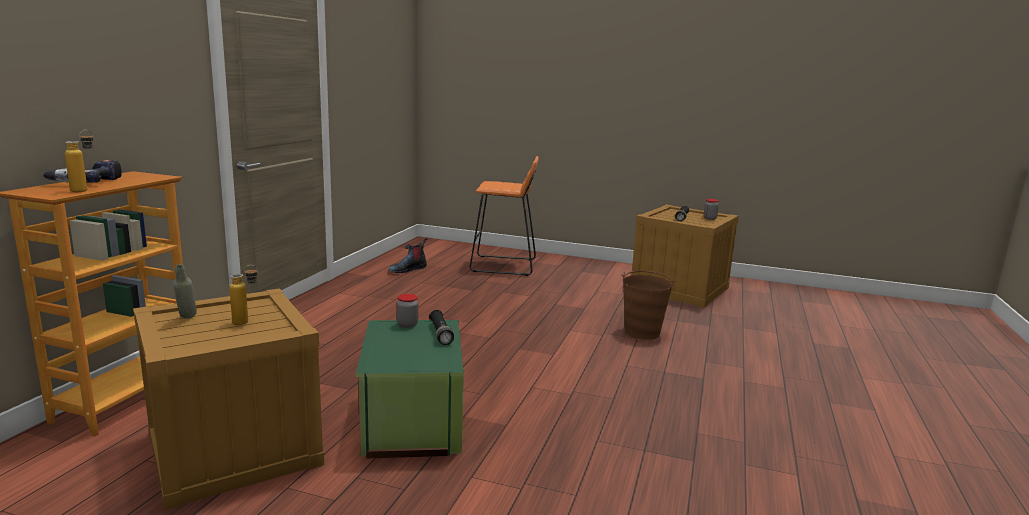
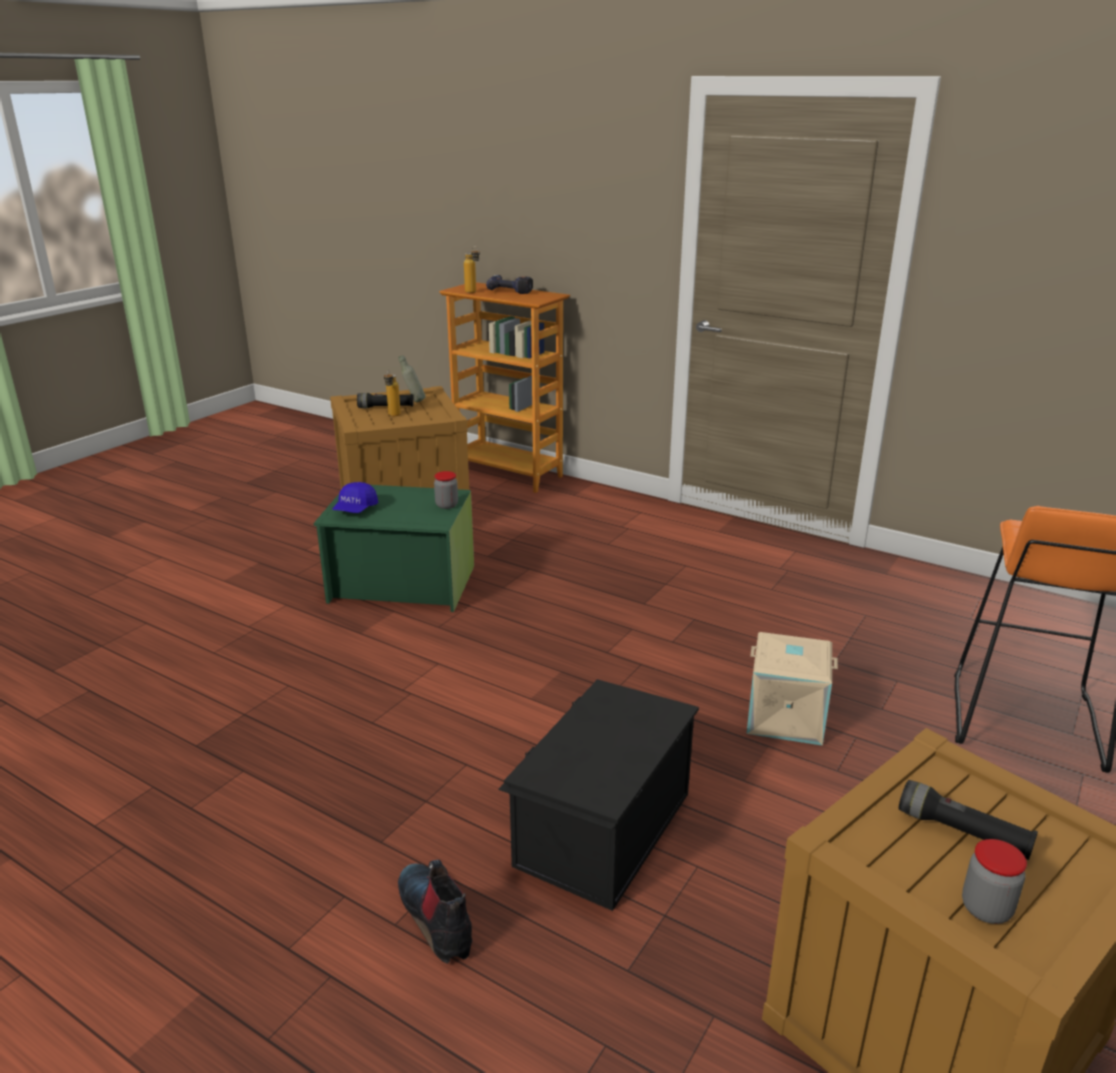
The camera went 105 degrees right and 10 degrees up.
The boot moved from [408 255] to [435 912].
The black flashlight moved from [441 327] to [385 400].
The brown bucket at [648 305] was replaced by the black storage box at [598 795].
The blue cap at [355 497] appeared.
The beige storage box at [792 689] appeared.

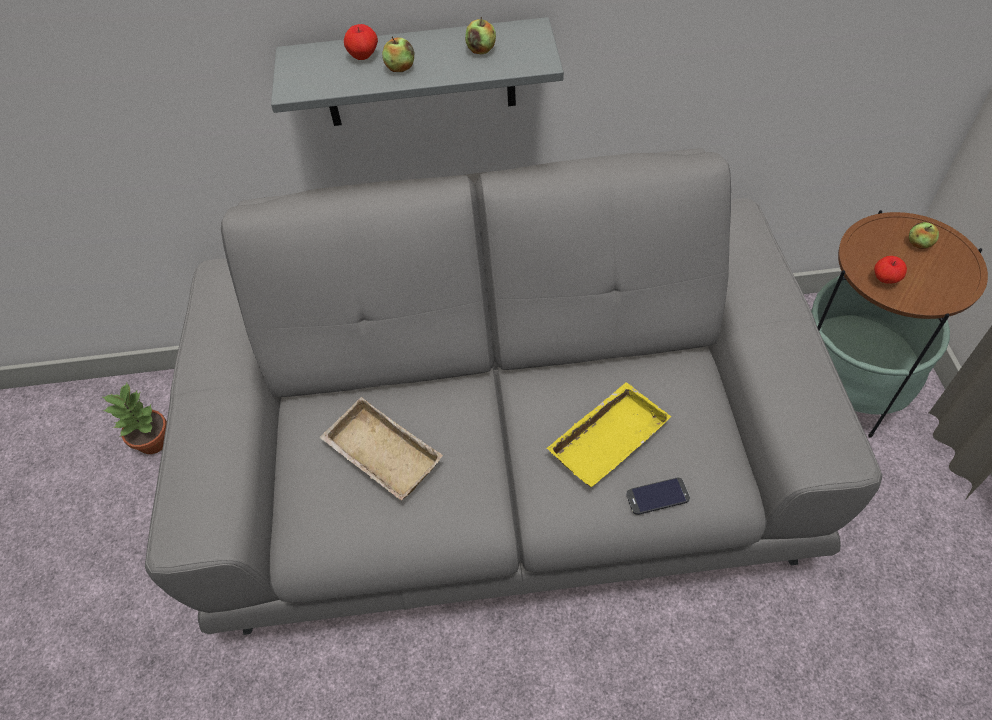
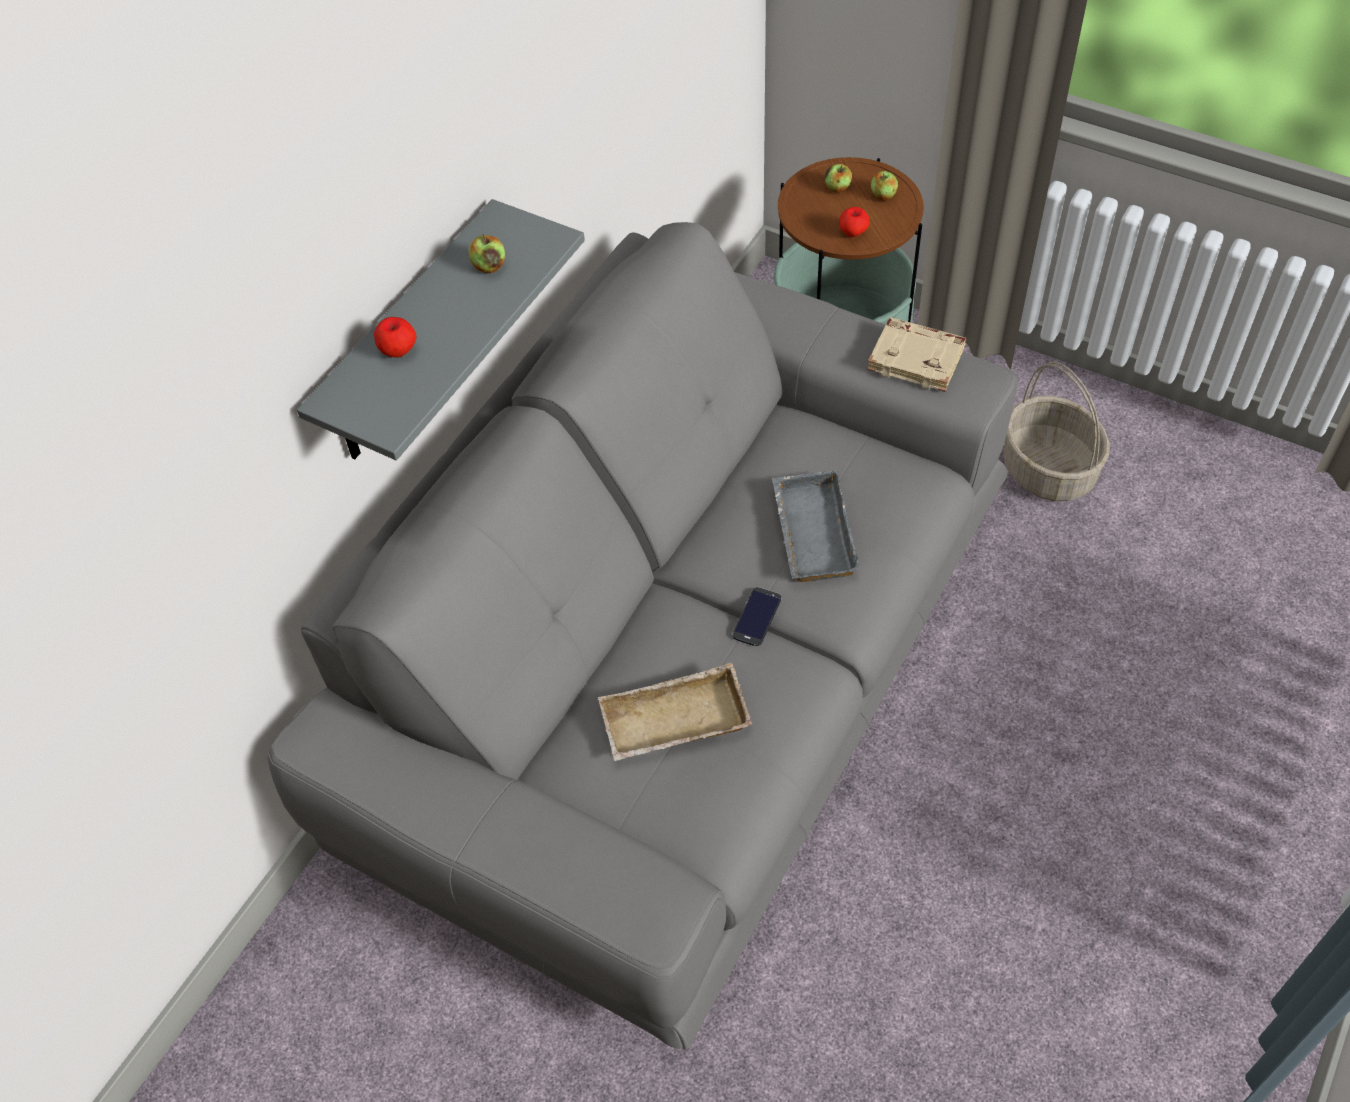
The camera went 55 degrees left and 0 degrees up.
The potted plant at [134 418] disappeared.
The apple moved from [398 54] to [884 186].
The yellow tray at [608 434] became the grey tray at [816 526].
The phone moved from [658 496] to [757 616].
The beige book at [916 354] appeared.
The basket at [1056 431] appeared.

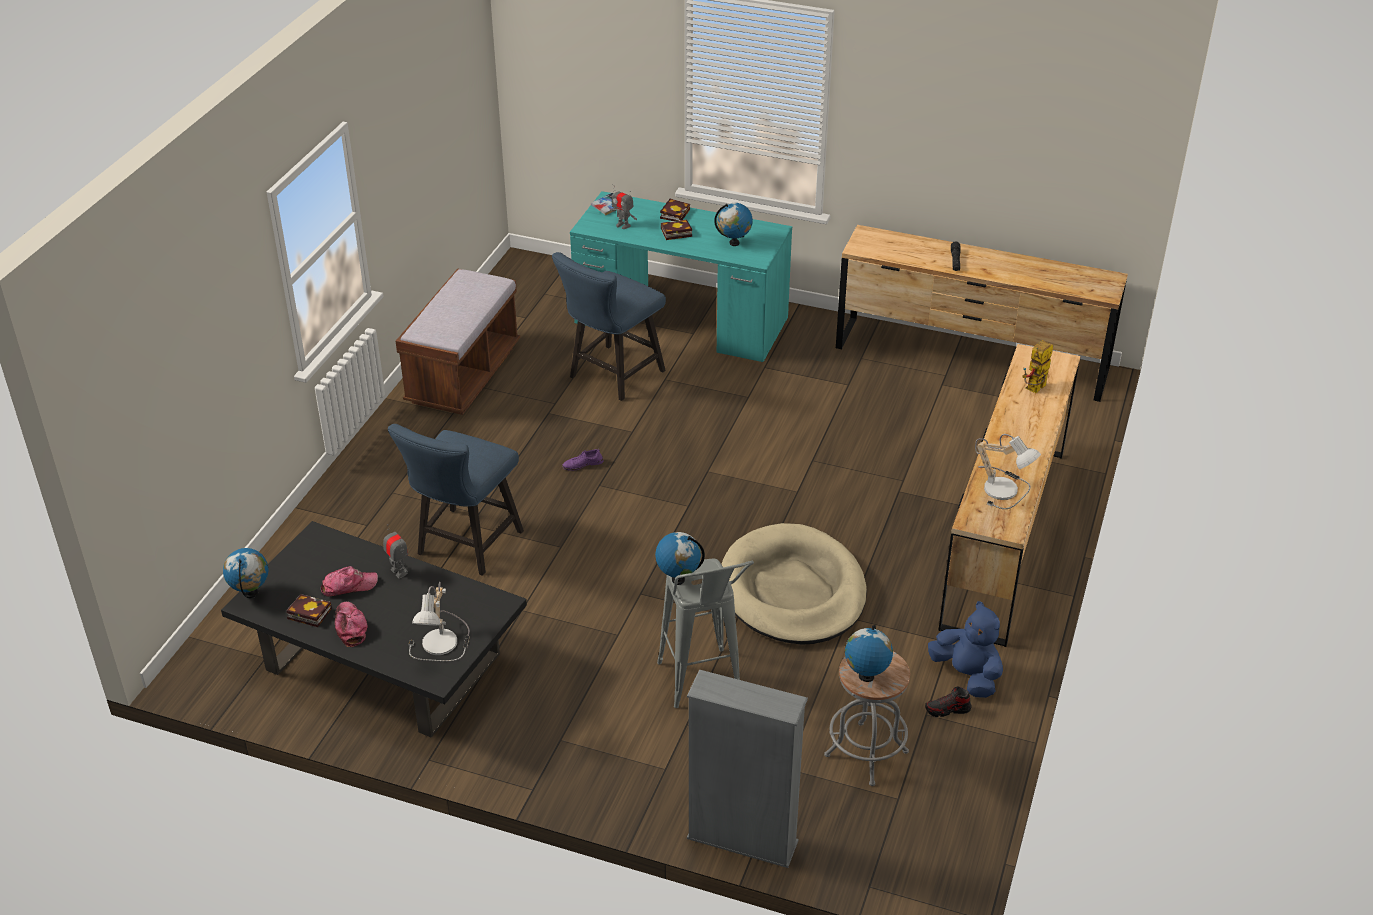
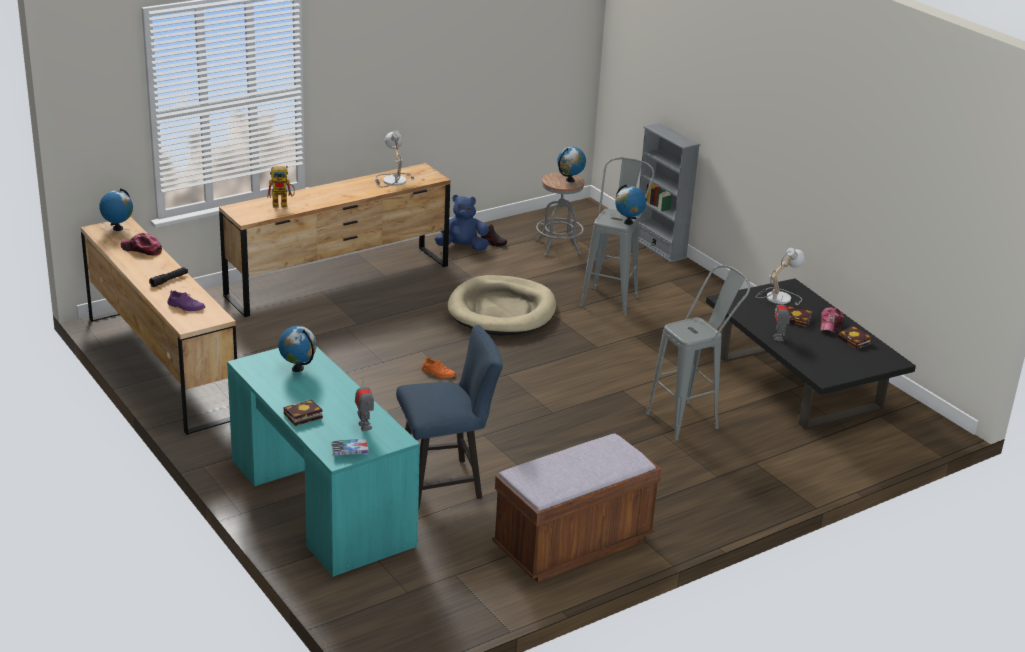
The camera went 145 degrees left and 10 degrees down.
The globe moved from [246 573] to [116 209].
The cap moved from [349 581] to [141 244].
The blue chair at [456 500] was replaced by the grey stool at [698 352].
The purple shoe moved from [583 460] to [186 300].
The book moved from [676 229] to [800 316].
The blue plush toy at [965 649] turned 90 degrees clockwise.
The orange shoe at [439 367] appeared.

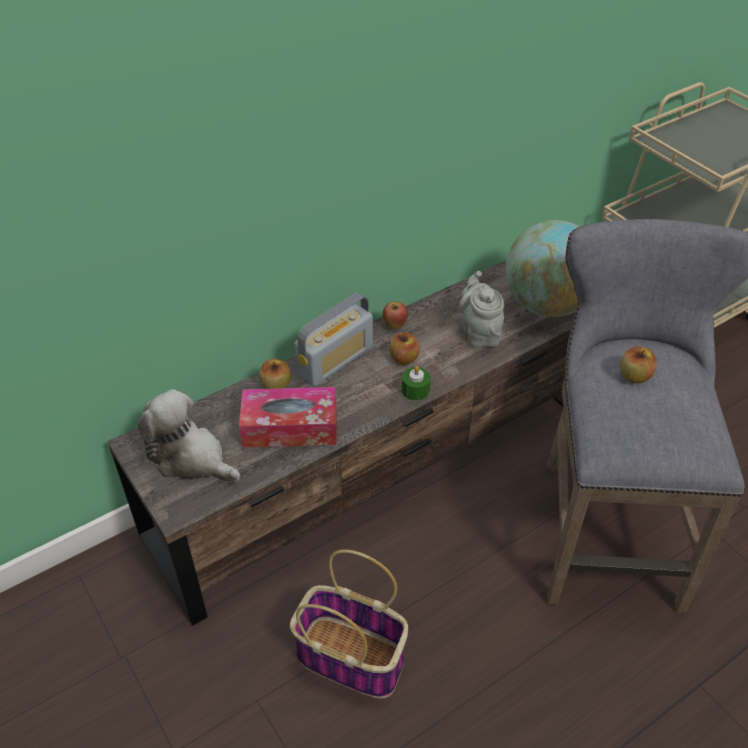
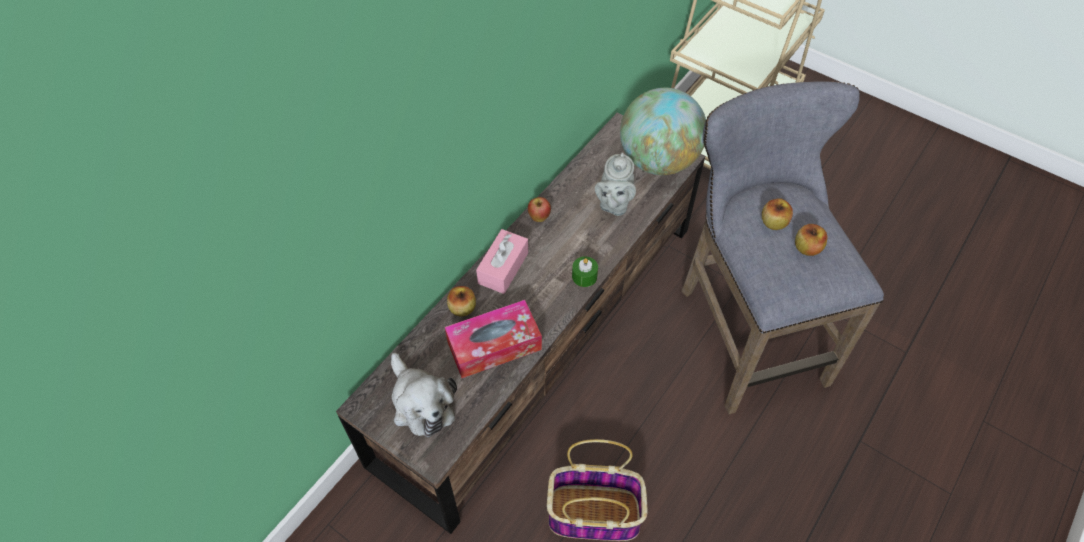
The camera went 20 degrees left and 10 degrees up.
The plush toy at [189 435] turned 135 degrees counterclockwise.
The radio at [333 340] was replaced by the pink tissue box at [502 261].
The apple moved from [404 348] to [811 240].
The grey teapot at [481 309] turned 135 degrees counterclockwise.

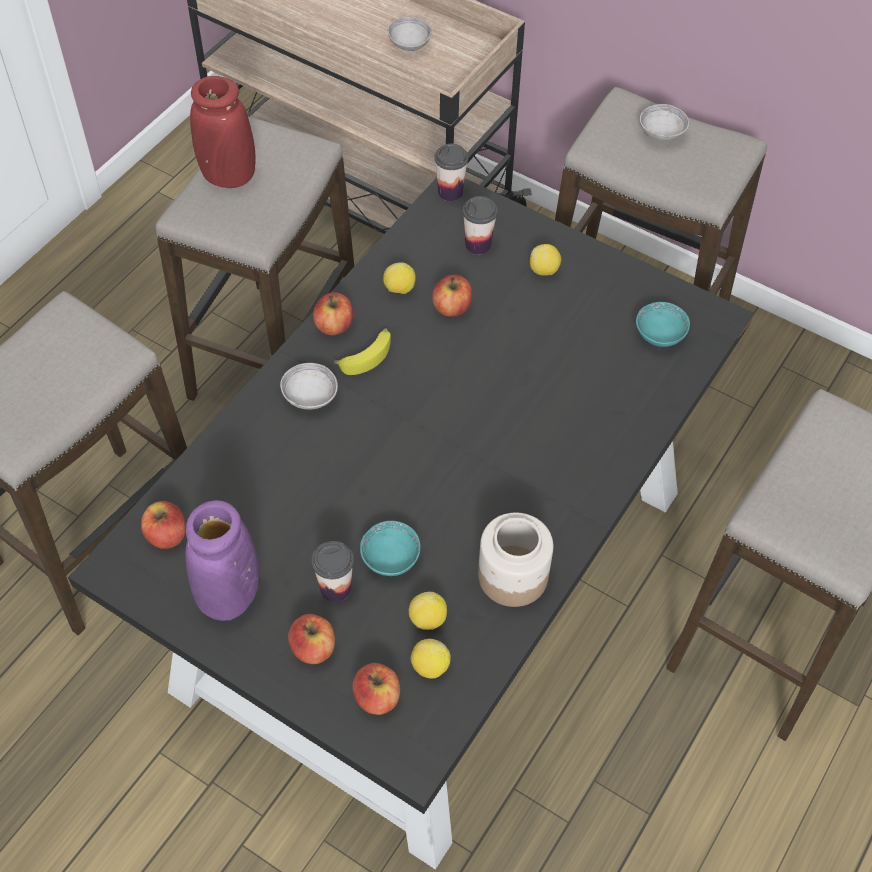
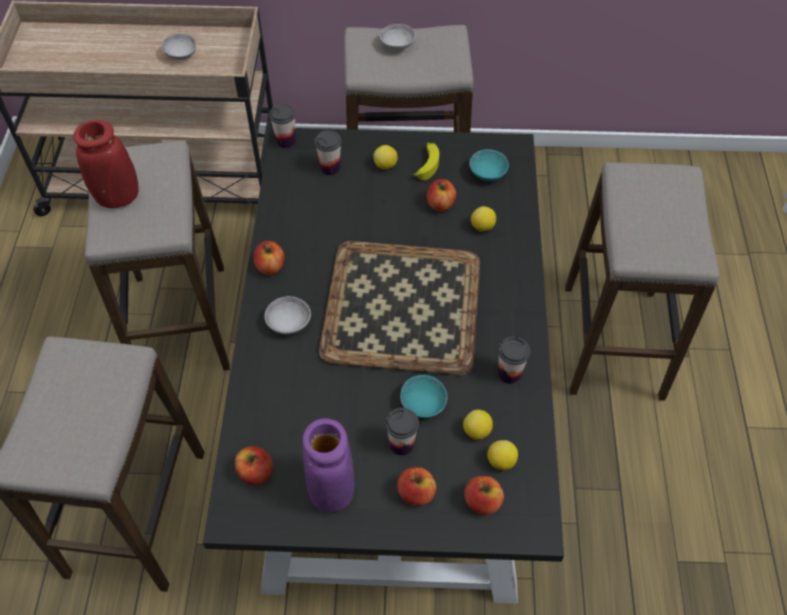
The camera went 30 degrees left and 0 degrees up.
The banana moved from [362 351] to [426 162].
The lemon moved from [399 278] to [483 219].
The apple moved from [452 296] to [441 195].
The jar at [515 559] was replaced by the cup at [514 360].
The tray at [399 308] appeared.

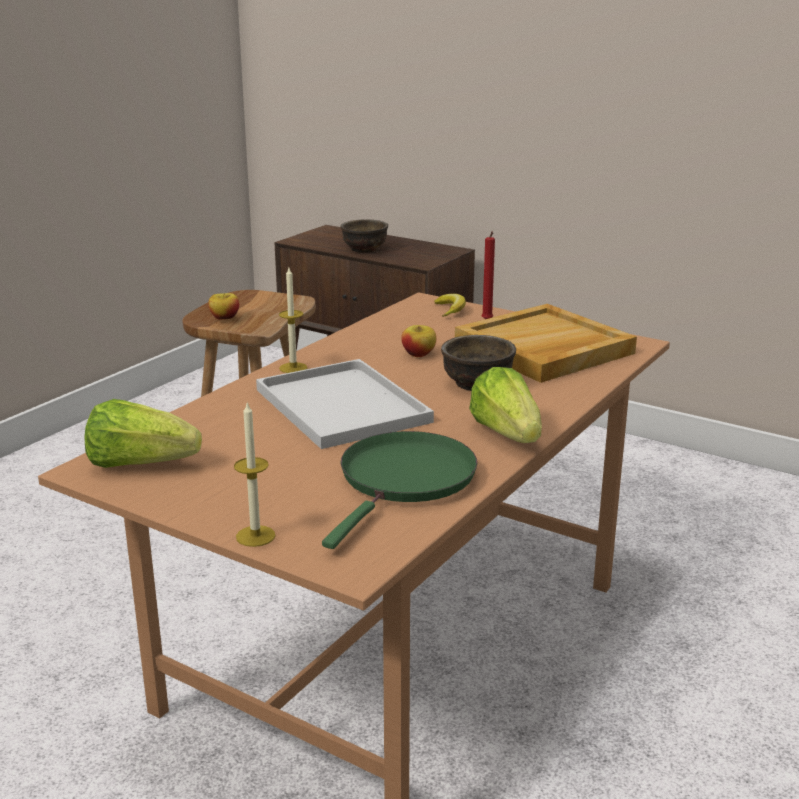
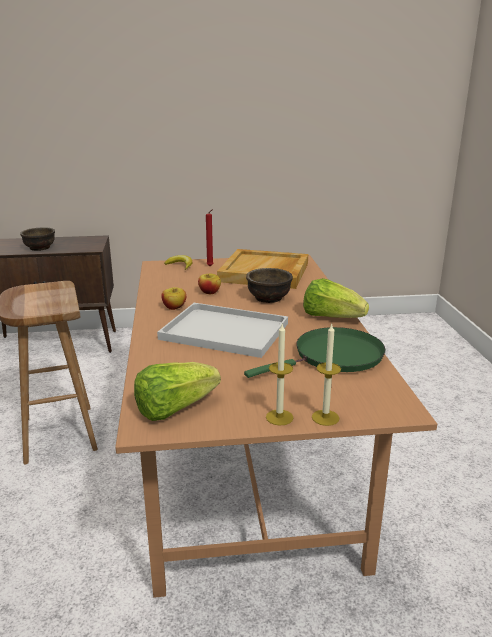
The camera went 40 degrees left and 0 degrees up.
The apple moved from [223 306] to [173 298].
The candle moved from [293 320] to [280 375].
The green frying pan at [399 490] turned 75 degrees clockwise.

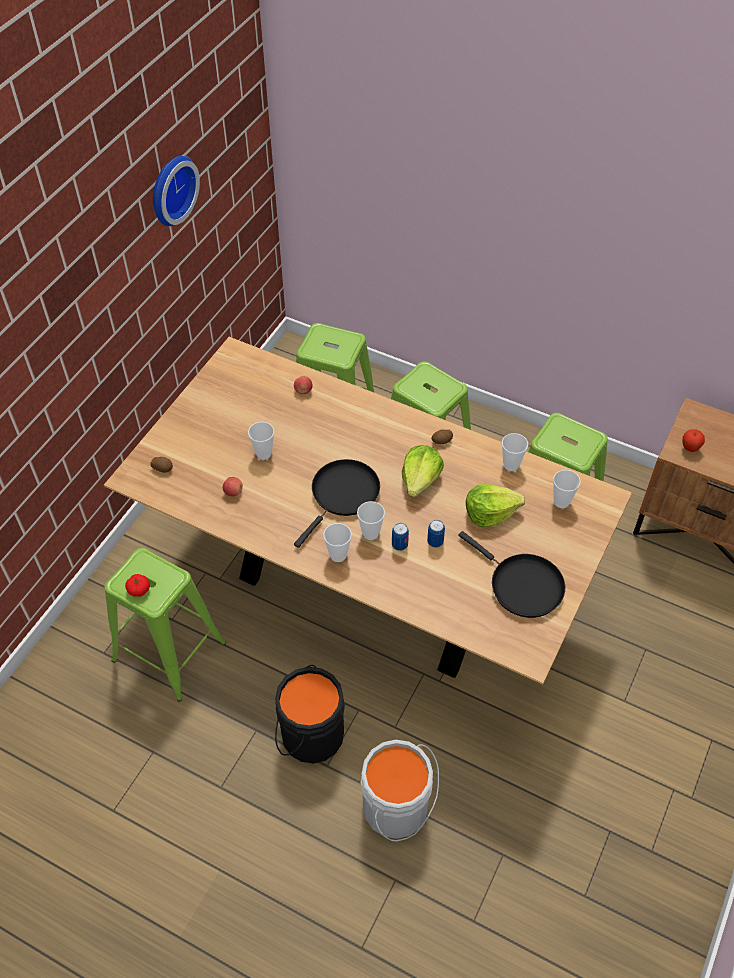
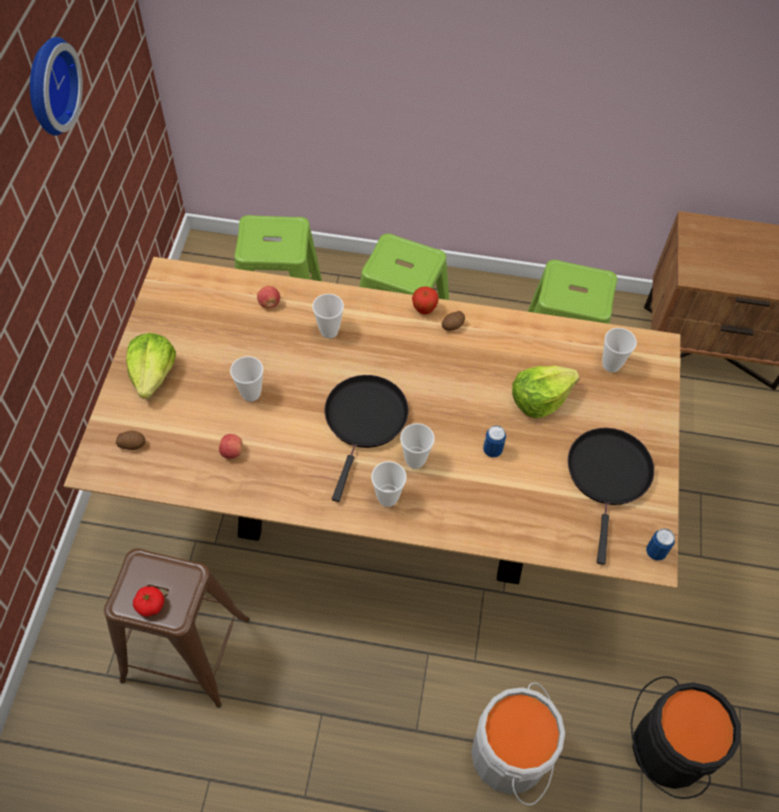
The camera went 20 degrees left and 5 degrees up.
The green stool at [165 625] became the brown stool at [177 628].
The black bucket moved from [310 714] to [686 737].
The can moved from [400 537] to [660 545].
The lettuce moved from [423 471] to [151 366].
The black frying pan at [511 574] turned 105 degrees counterclockwise.
The cup moved from [515 452] to [328 316].
The apple moved from [693 440] to [425 300].

